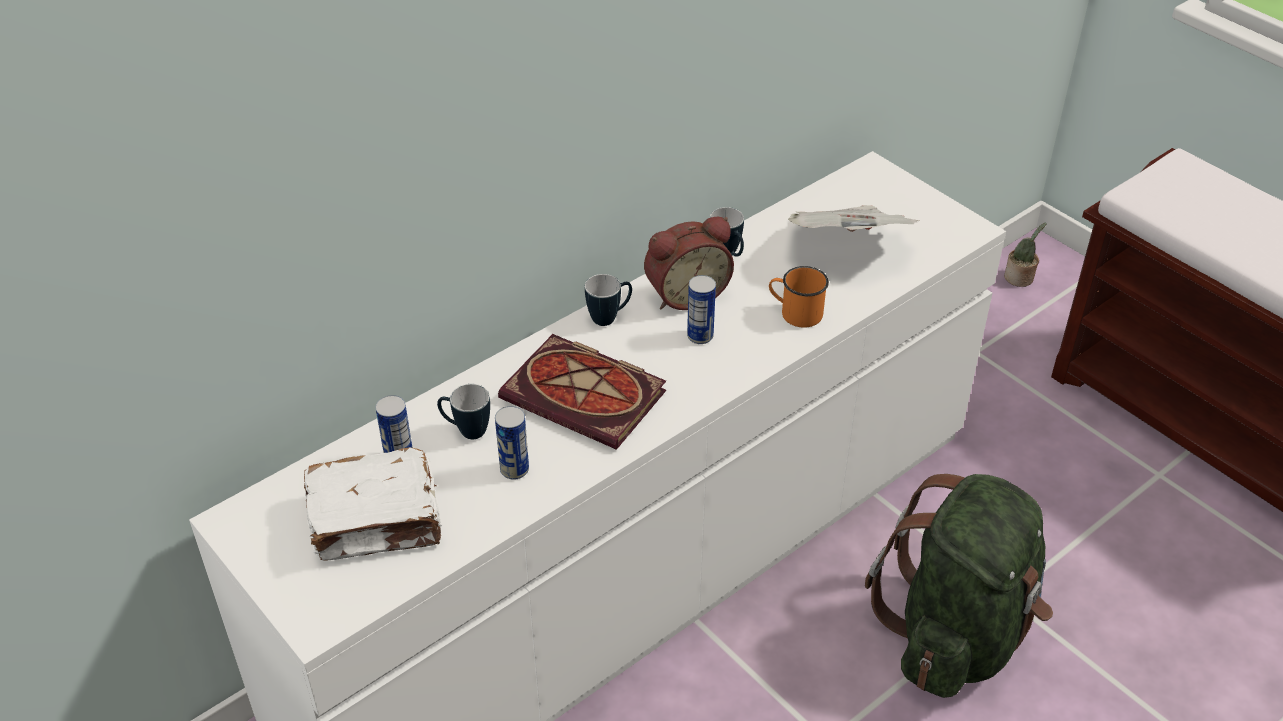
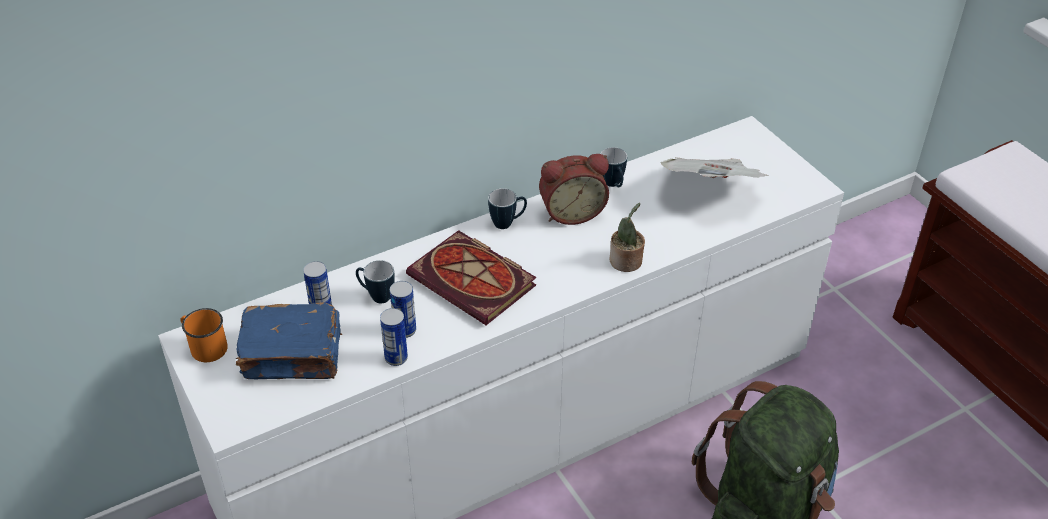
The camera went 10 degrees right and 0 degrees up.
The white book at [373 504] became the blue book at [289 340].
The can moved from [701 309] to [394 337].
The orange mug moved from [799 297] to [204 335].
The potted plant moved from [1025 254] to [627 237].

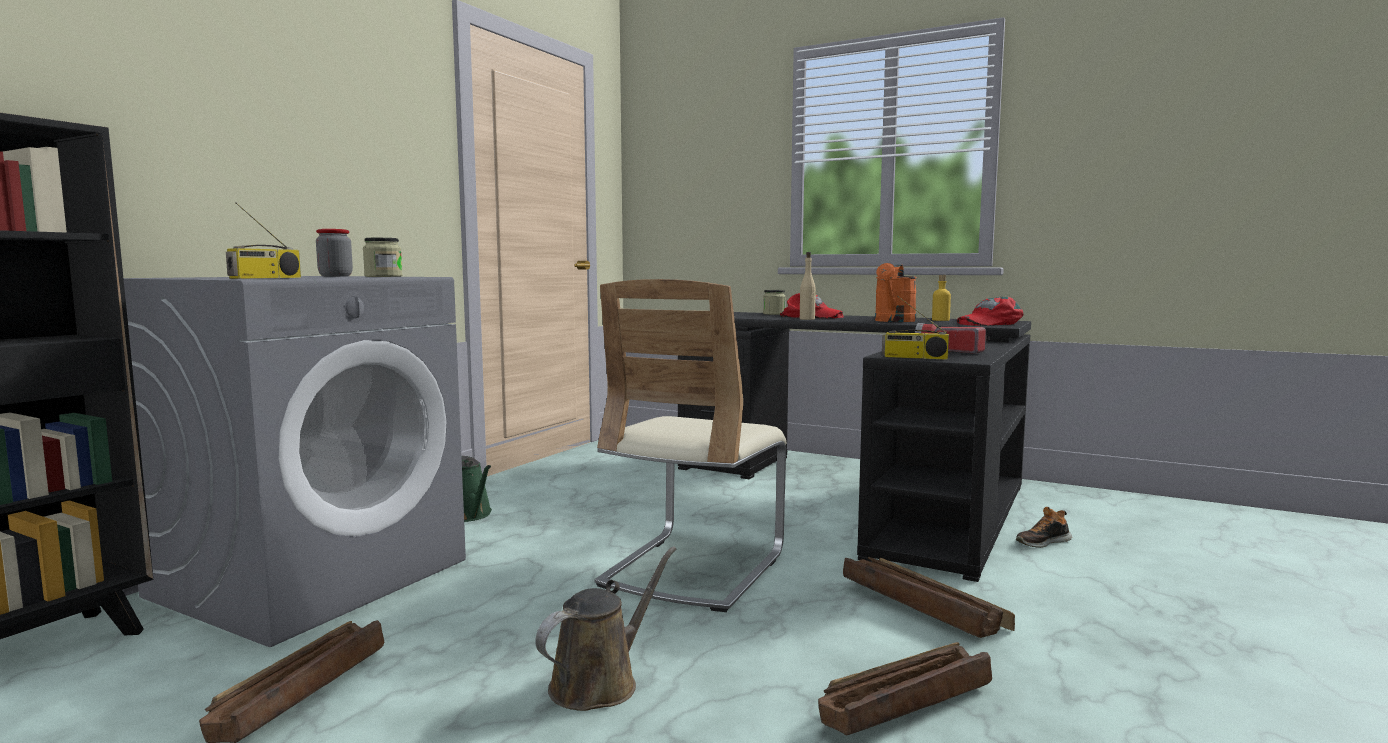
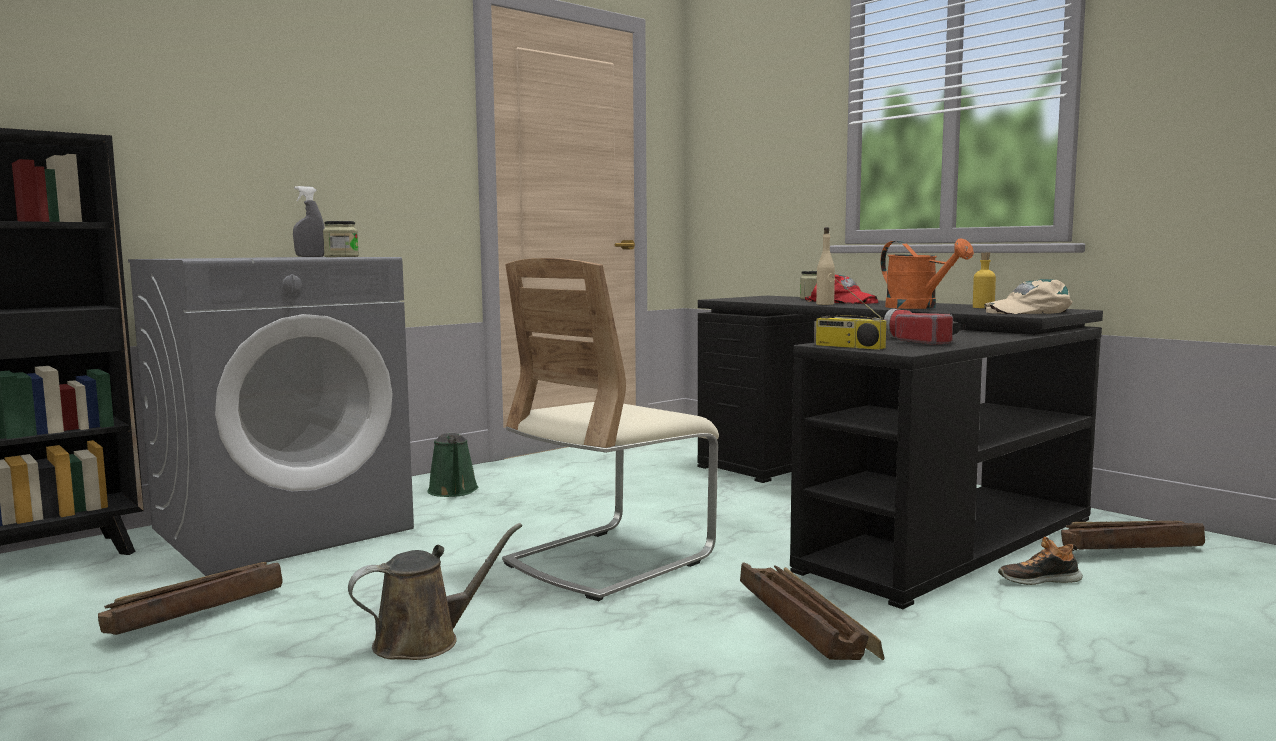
The camera went 20 degrees right and 0 degrees up.
The radio at [263 240] disappeared.
The jar at [334 253] was replaced by the grey spray bottle at [308 221].
The crate moved from [905 688] to [1133 535].
The orange watering can at [896 292] turned 75 degrees counterclockwise.
The red cap at [990 311] became the beige cap at [1028 296].

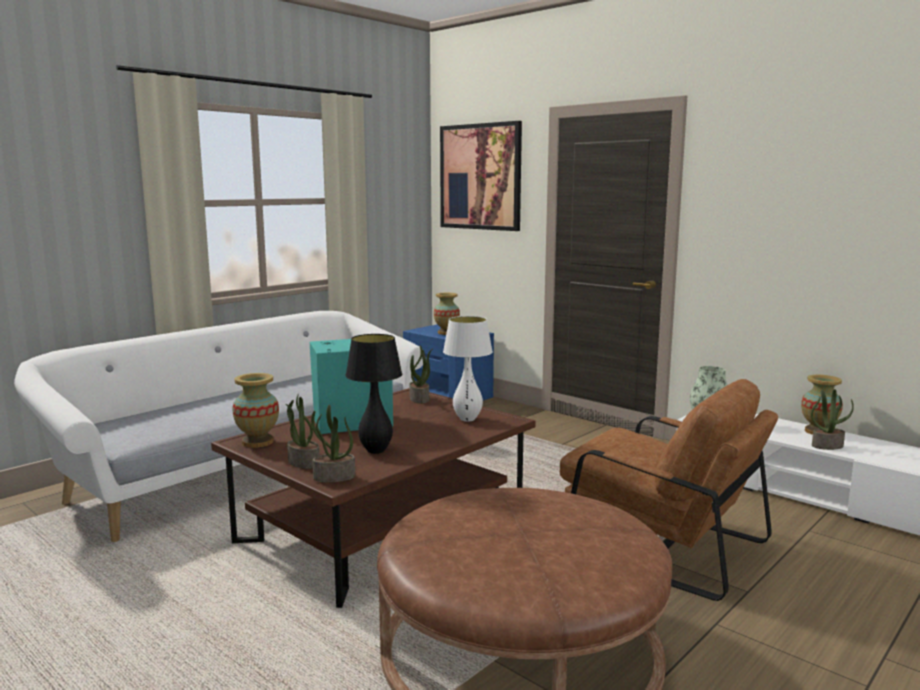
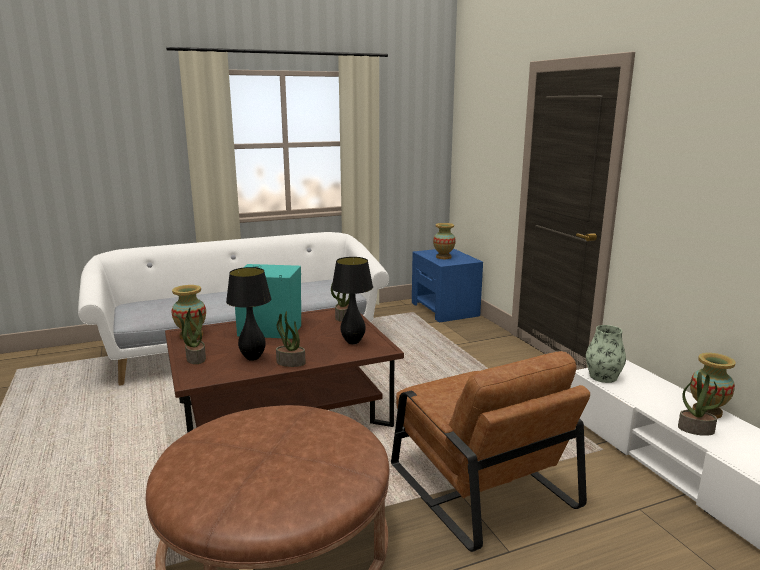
The camera went 25 degrees right and 5 degrees up.
The potted plant moved from [333 443] to [291 339].
The picture at [481 176] disappeared.
The white table lamp at [468 369] became the black table lamp at [352 300].

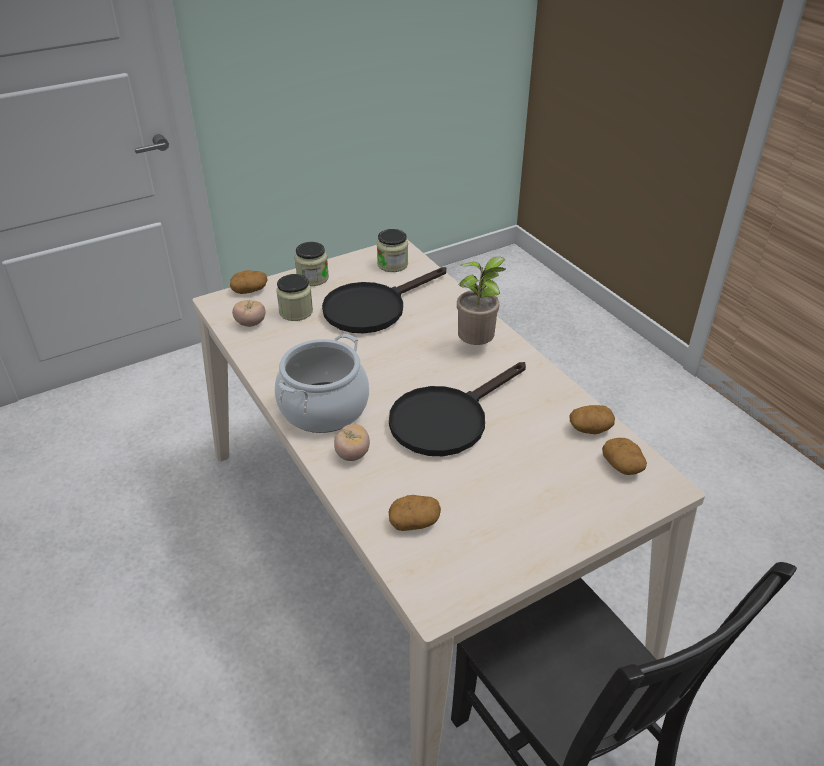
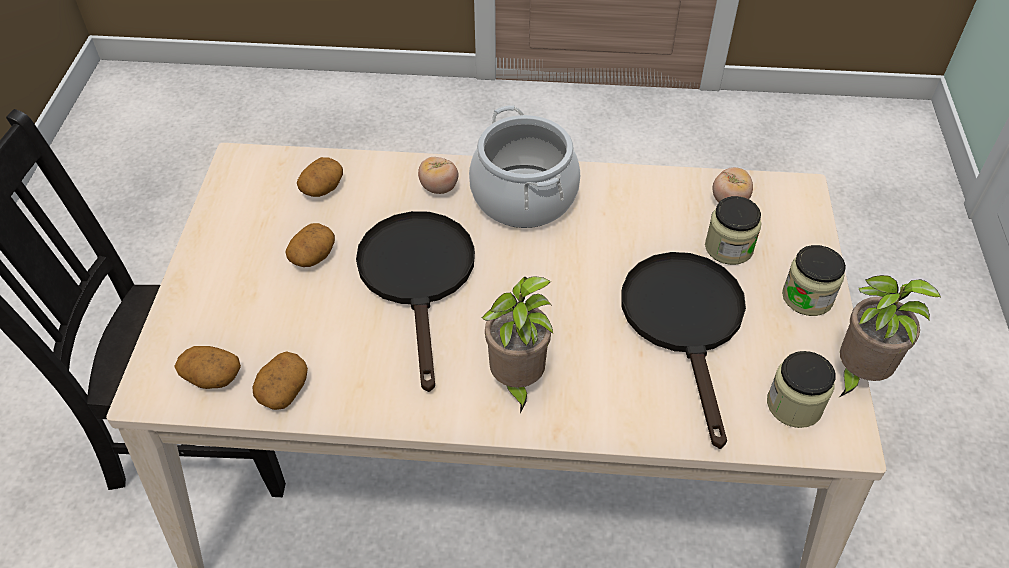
The camera went 125 degrees right and 10 degrees up.
The potato moved from [248 282] to [310 245].
The potted plant at [890 336] appeared.

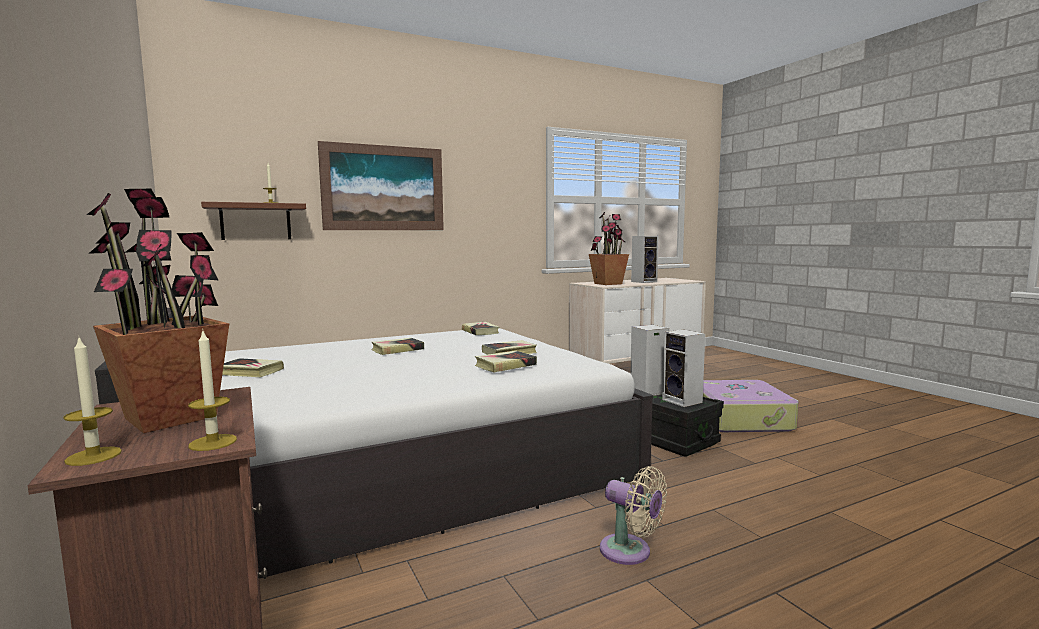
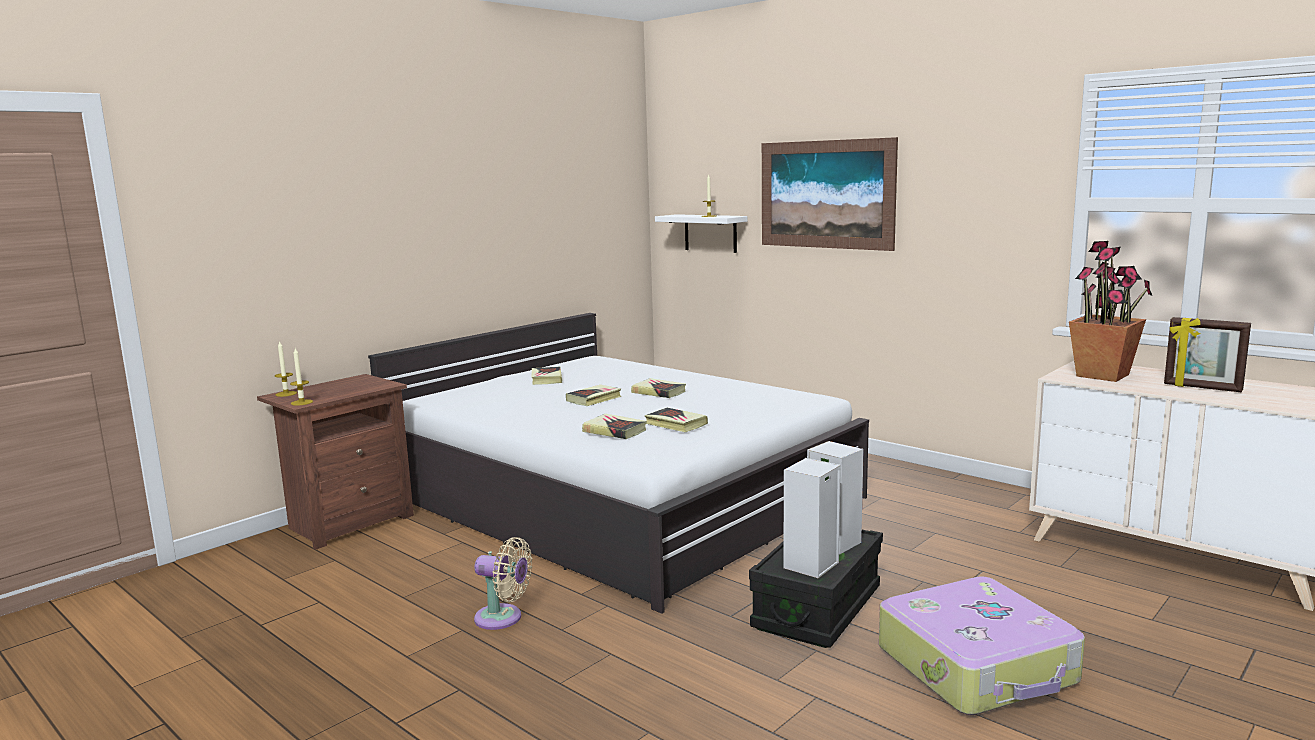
The camera went 70 degrees right and 5 degrees up.
The potted plant at [157 311] disappeared.
The brown shelf at [253 221] became the white shelf at [701 233].
The book moved from [480 328] to [594 395].
The beige fan at [633 515] turned 90 degrees counterclockwise.
The speaker at [644 259] was replaced by the picture frame at [1207 354].

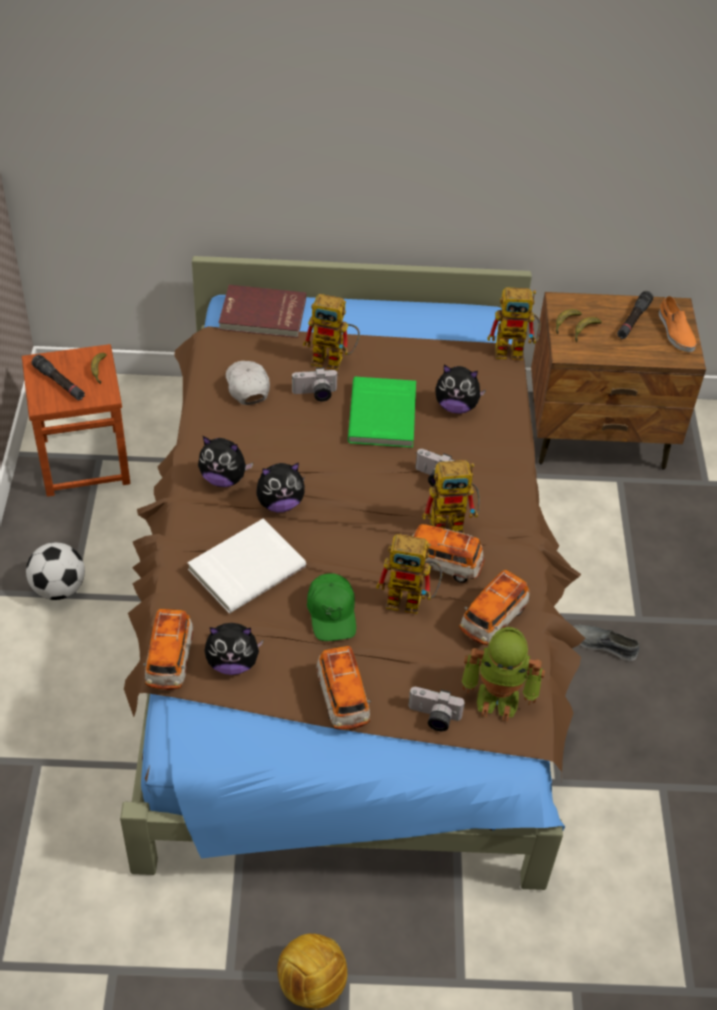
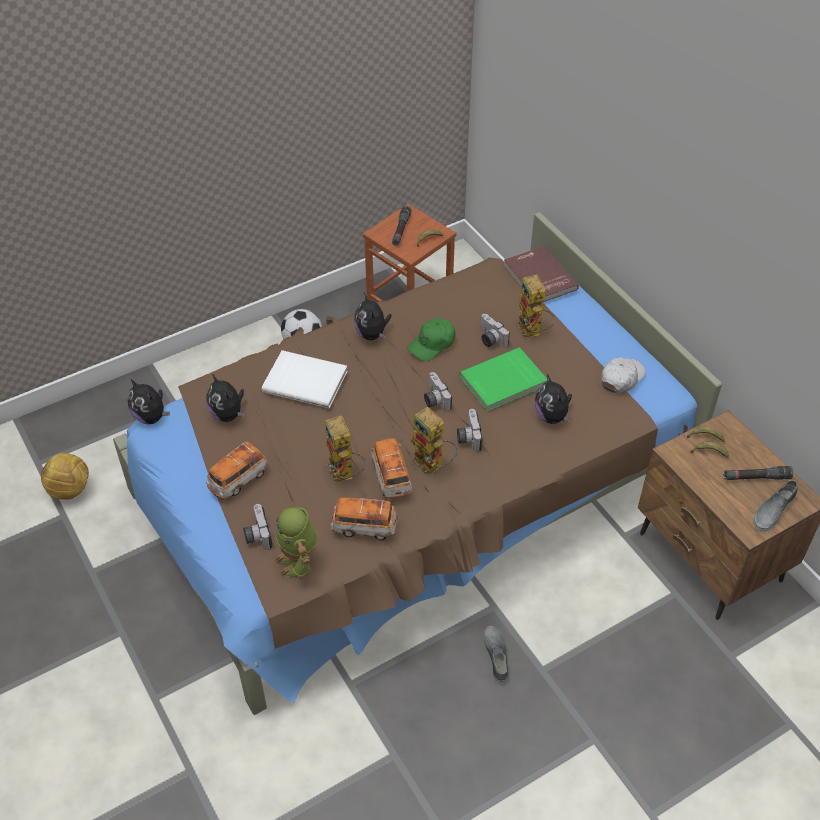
The camera went 60 degrees right and 0 degrees up.
The toy car at [168 649] disappeared.
The white cap moved from [248 383] to [623 376].
The plush toy moved from [281 487] to [149 401].
The football moved from [312 971] to [65 476].
The green cap moved from [331 607] to [431 339].
The toy robot at [514 323] disappeared.
The orange shoe at [678 324] became the grey shoe at [775 506].
The photo camera at [438 391] appeared.

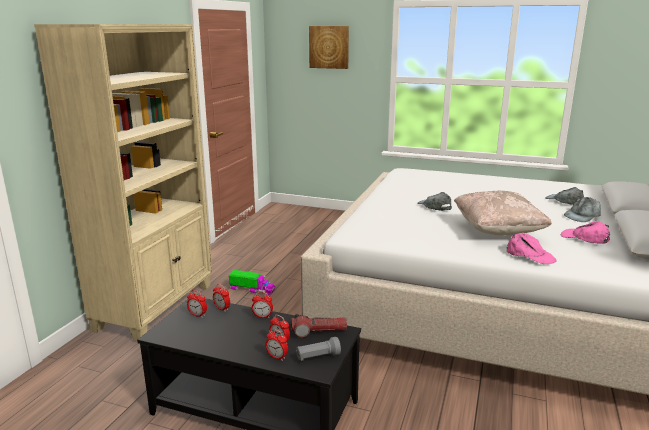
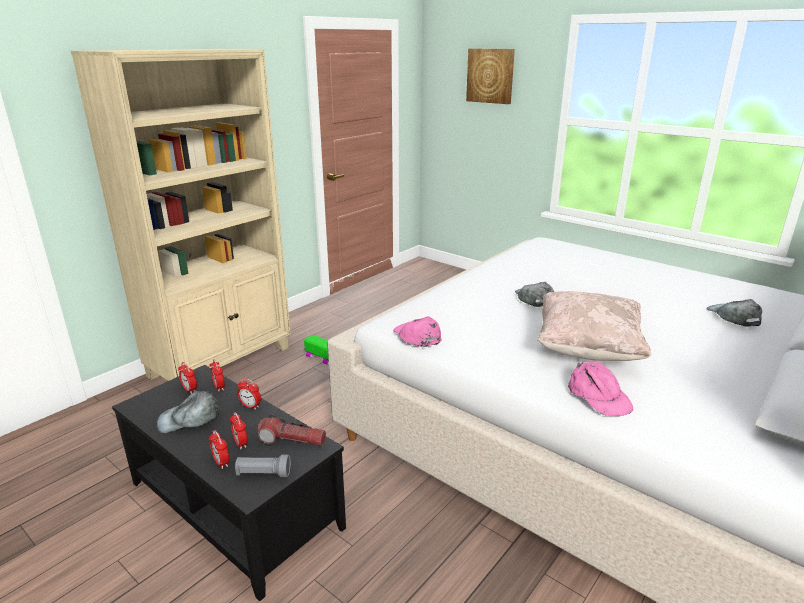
The camera went 20 degrees right and 5 degrees up.
The pink cap moved from [585 232] to [417 331].
The grey cap moved from [582 209] to [188 412].

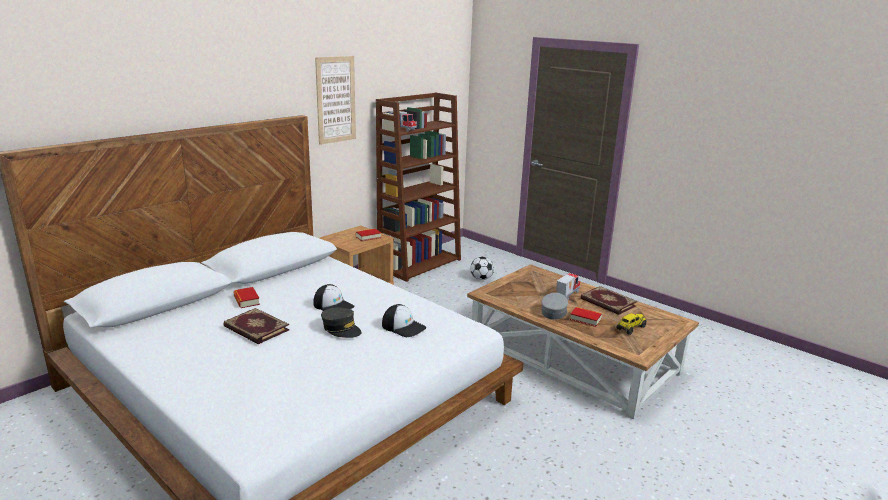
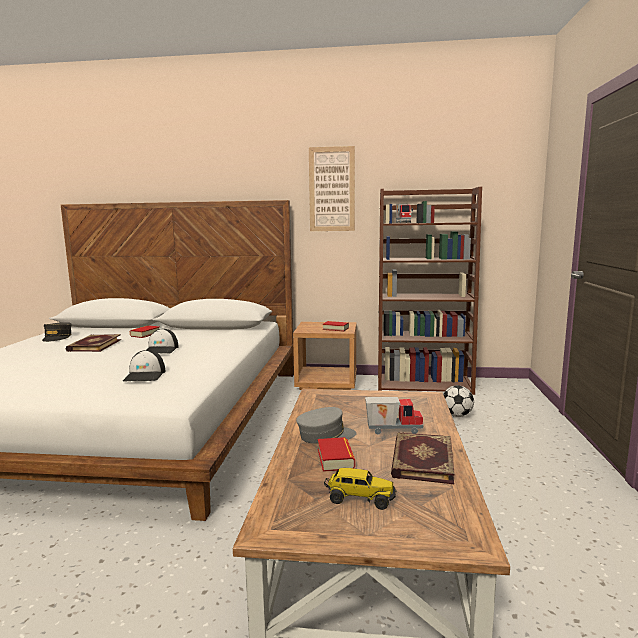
The camera went 55 degrees right and 10 degrees down.
The grey cap moved from [341 323] to [57 332].

